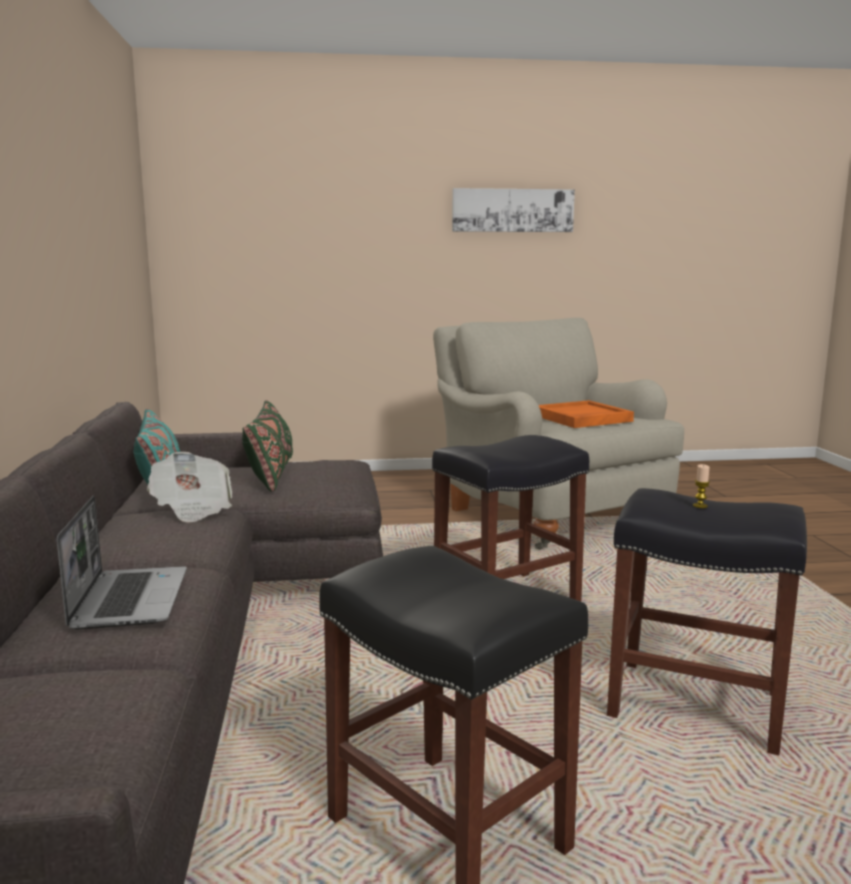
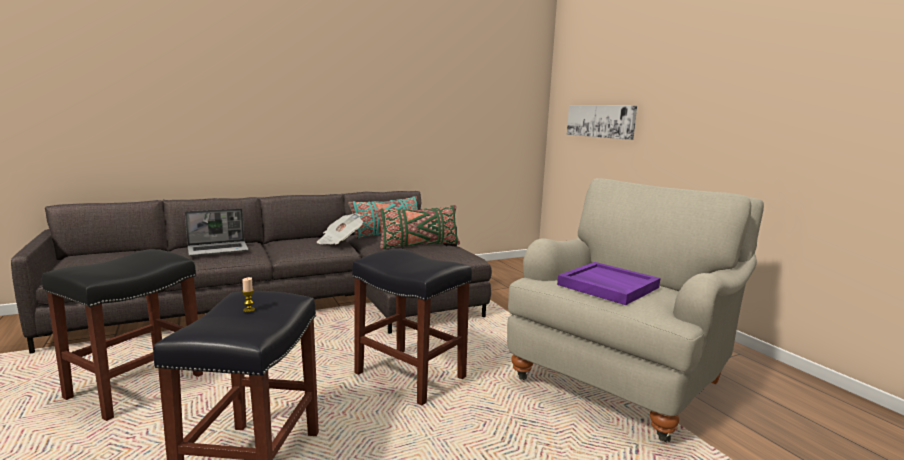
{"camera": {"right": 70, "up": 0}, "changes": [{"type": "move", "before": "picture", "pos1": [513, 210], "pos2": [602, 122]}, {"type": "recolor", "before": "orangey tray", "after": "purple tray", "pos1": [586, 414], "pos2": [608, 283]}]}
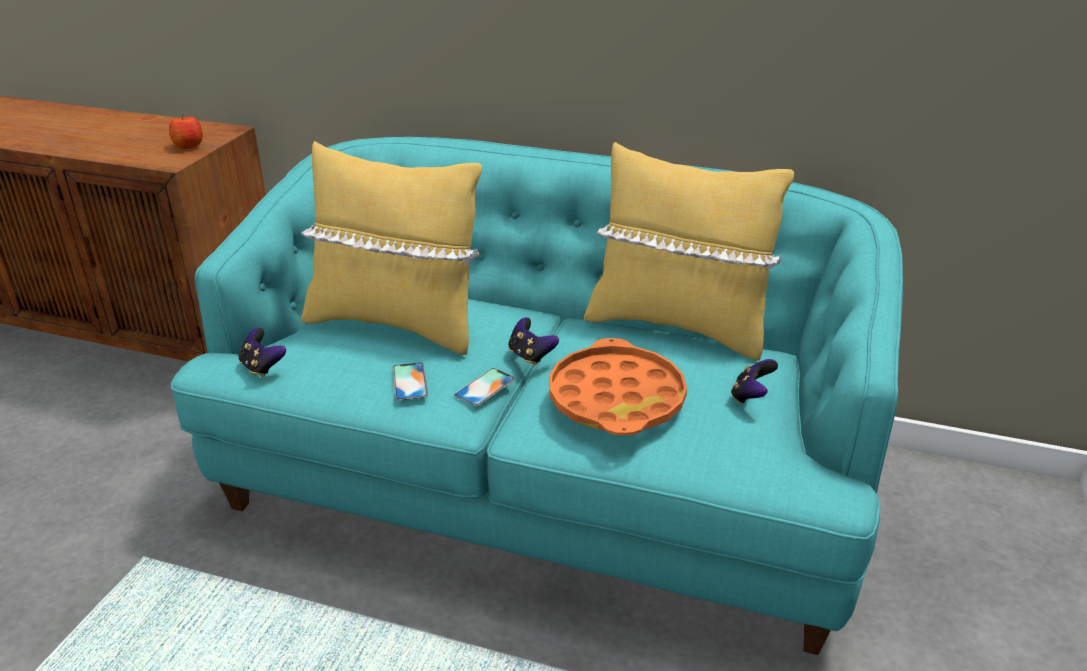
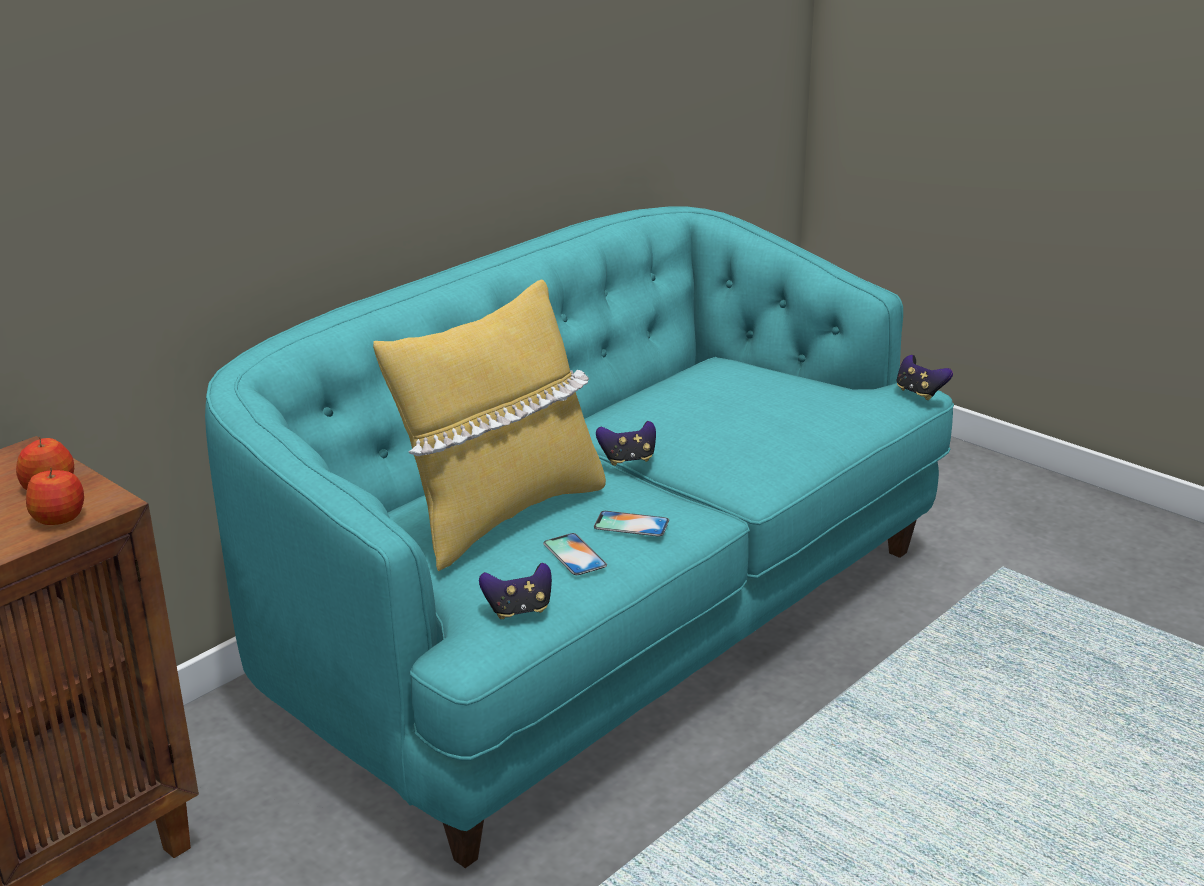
{"camera": {"right": -65, "up": -5}, "changes": [{"type": "move", "before": "telephone", "pos1": [485, 387], "pos2": [575, 554]}, {"type": "delete", "before": "orangey tray", "pos1": [618, 386]}, {"type": "delete", "before": "yellowish throw pillow", "pos1": [689, 251]}, {"type": "move", "before": "gamepad", "pos1": [754, 381], "pos2": [924, 377]}, {"type": "insert", "after": "apple", "pos2": [55, 496]}]}
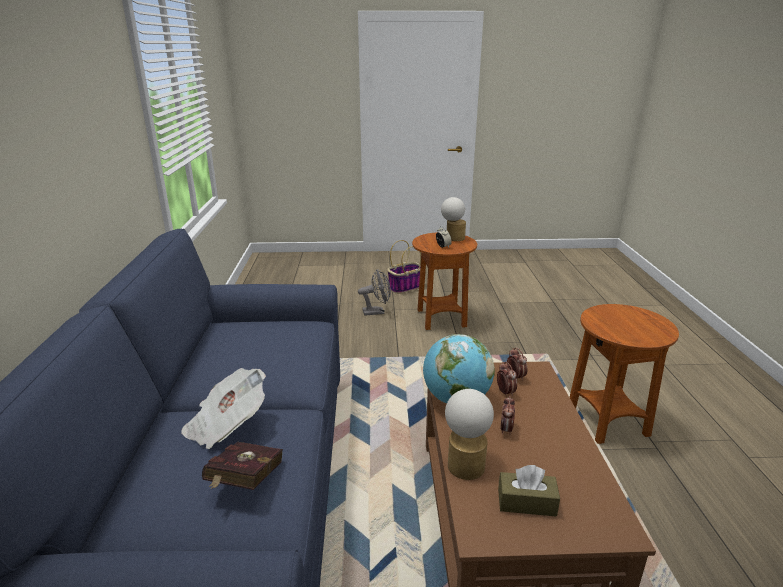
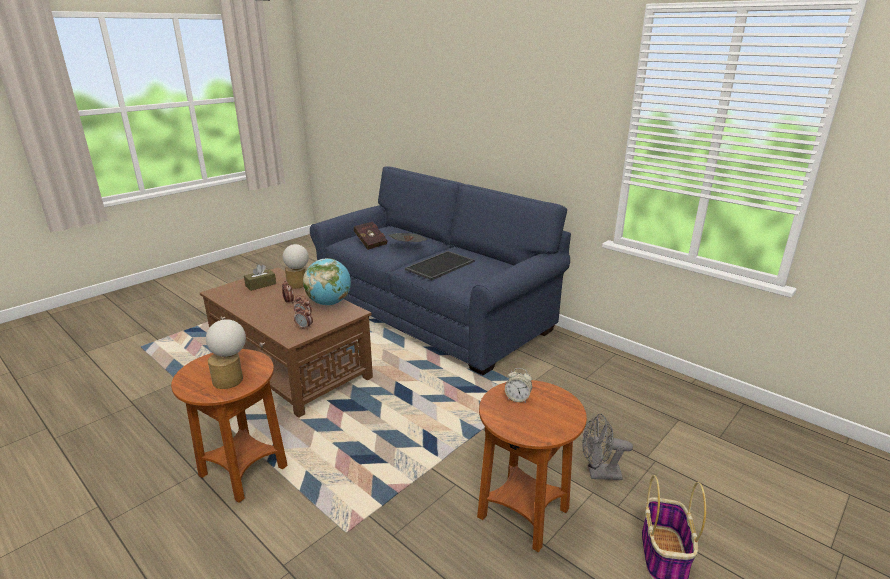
{"camera": {"right": 135, "up": 0}, "changes": [{"type": "rotate", "before": "grey cooling fan", "pos1": [374, 292], "pos2": [607, 447], "turn": 60}, {"type": "move", "before": "lamp for a table", "pos1": [453, 219], "pos2": [226, 354]}, {"type": "insert", "after": "tray", "pos2": [440, 265]}]}
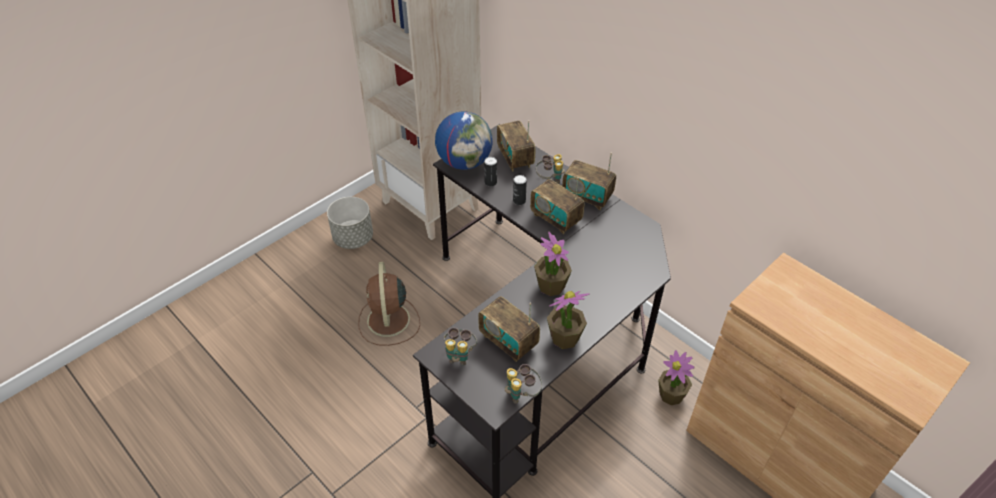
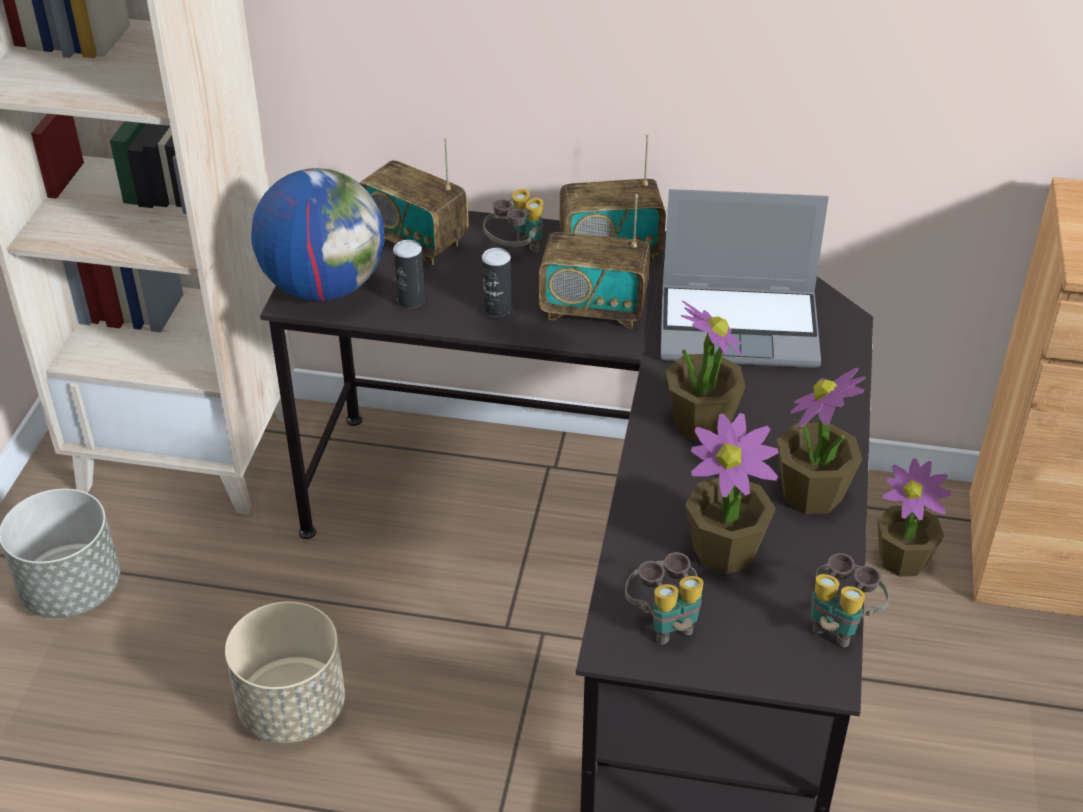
{"camera": {"right": -35, "up": -5}, "changes": [{"type": "replace", "before": "brown cooling fan", "after": "sand-coloured planter", "pos1": [389, 304], "pos2": [285, 672]}, {"type": "replace", "before": "radio receiver", "after": "houseplant", "pos1": [509, 329], "pos2": [731, 493]}, {"type": "insert", "after": "laptop", "pos2": [744, 278]}]}
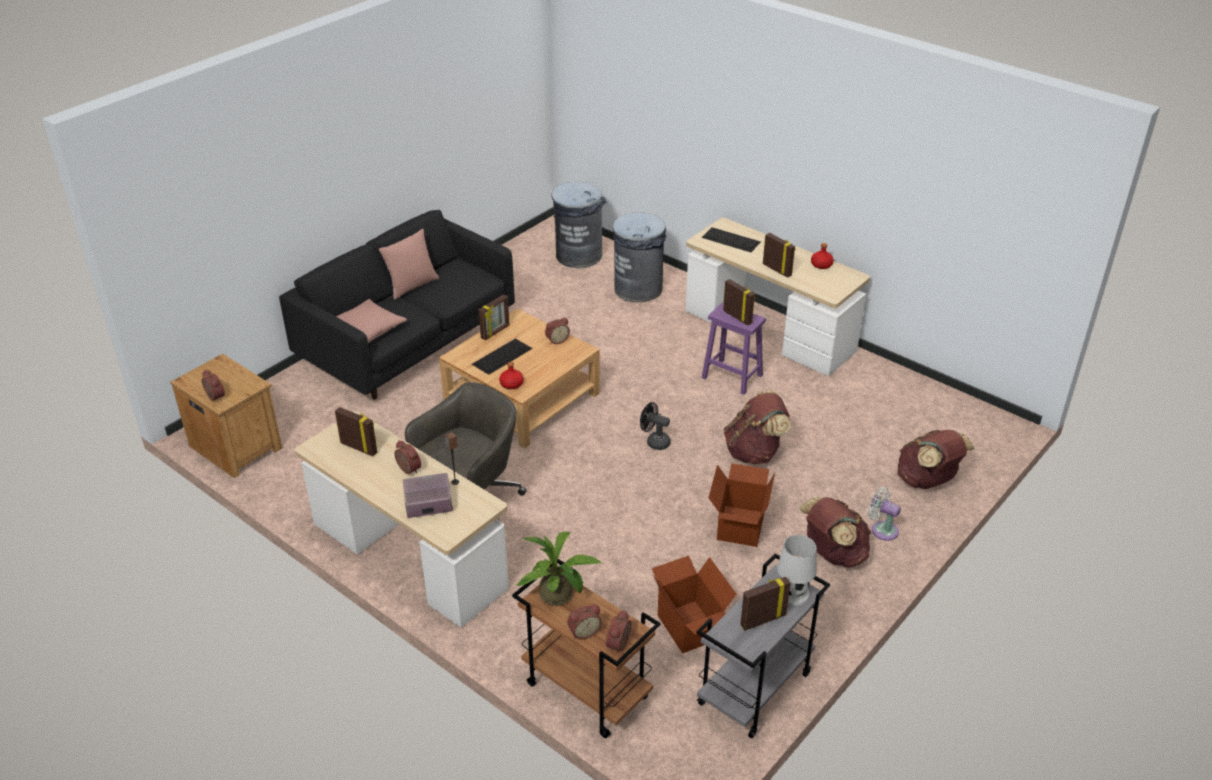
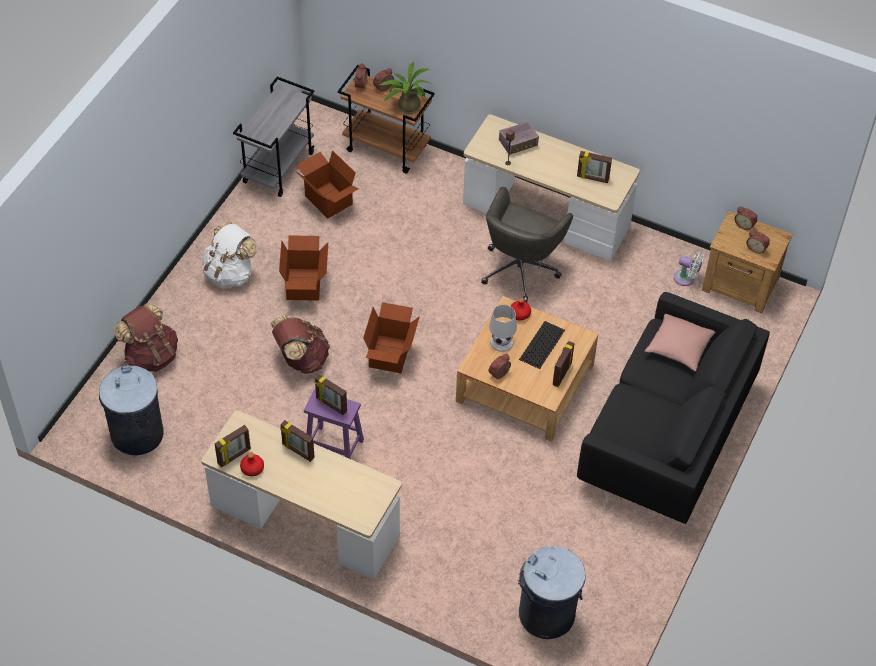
{"camera": {"right": 165, "up": 15}, "changes": [{"type": "delete", "before": "pink throw pillow", "pos1": [409, 264]}, {"type": "move", "before": "table clock", "pos1": [408, 457], "pos2": [758, 242]}, {"type": "move", "before": "grey waste bin", "pos1": [639, 257], "pos2": [131, 410]}, {"type": "replace", "before": "black cooling fan", "after": "packing box", "pos1": [655, 426], "pos2": [391, 337]}, {"type": "delete", "before": "keyboard", "pos1": [731, 239]}, {"type": "move", "before": "photo frame", "pos1": [765, 604], "pos2": [232, 446]}, {"type": "move", "before": "white lamp for a table", "pos1": [797, 570], "pos2": [503, 328]}, {"type": "recolor", "before": "brown backpack", "after": "white backpack", "pos1": [835, 532], "pos2": [230, 254]}, {"type": "move", "before": "white cooling fan", "pos1": [884, 514], "pos2": [689, 269]}]}
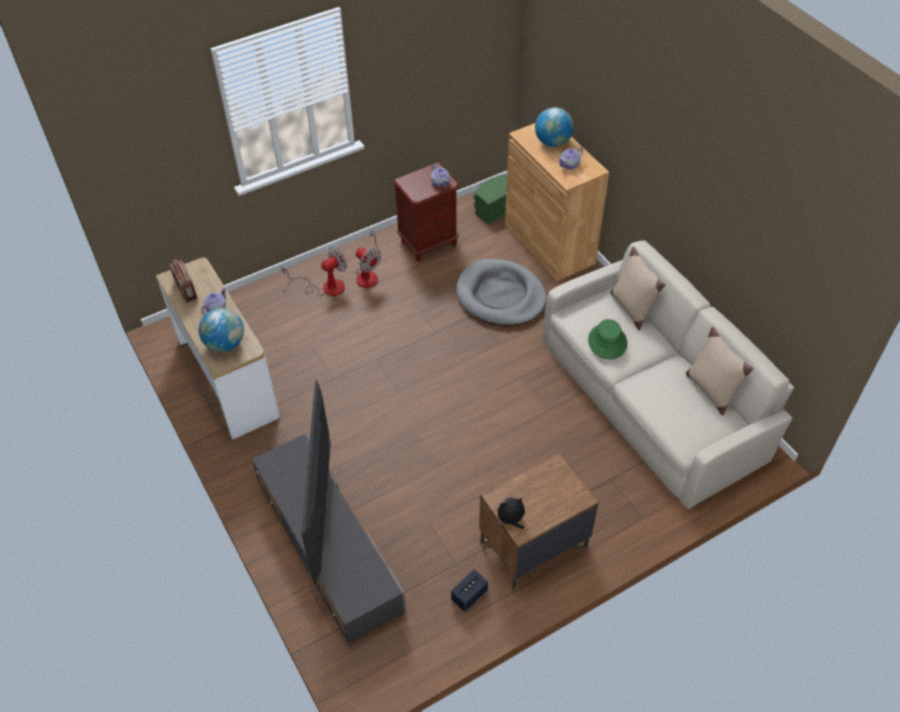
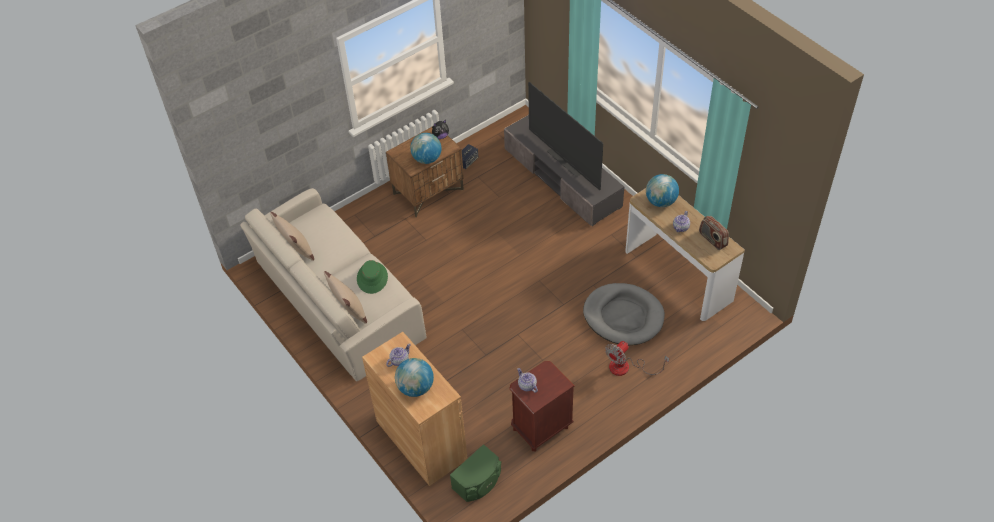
{"camera": {"right": 175, "up": 0}, "changes": [{"type": "rotate", "before": "TV", "pos1": [317, 482], "pos2": [565, 136], "turn": 150}, {"type": "delete", "before": "cooling fan", "pos1": [368, 258]}, {"type": "move", "before": "grey dog bed", "pos1": [501, 292], "pos2": [624, 314]}, {"type": "insert", "after": "world globe", "pos2": [425, 148]}]}
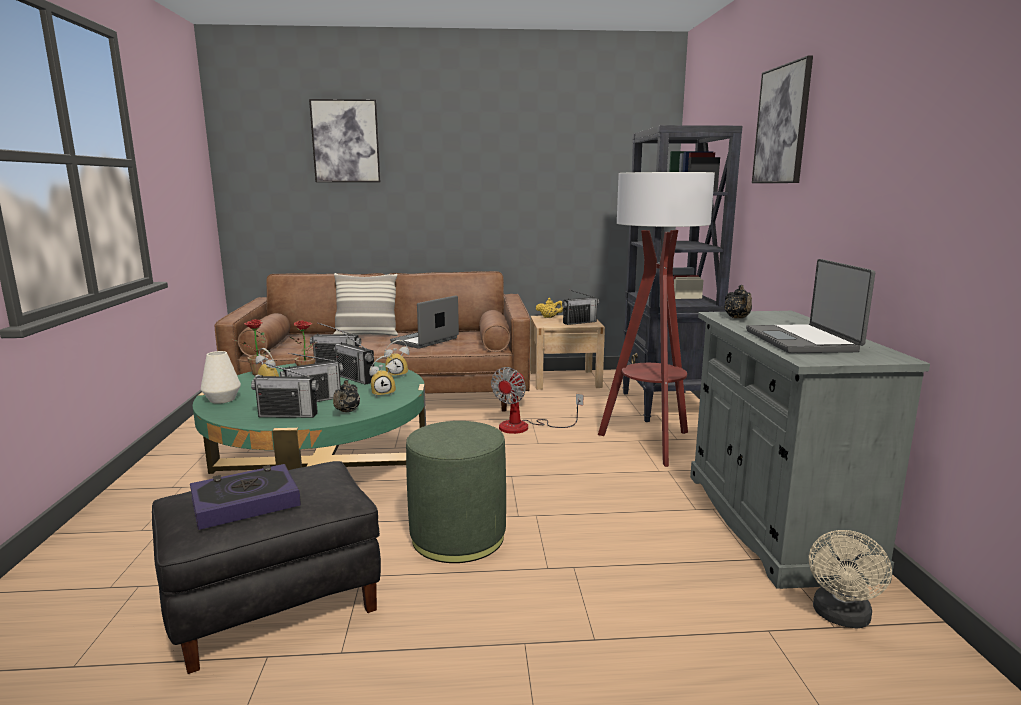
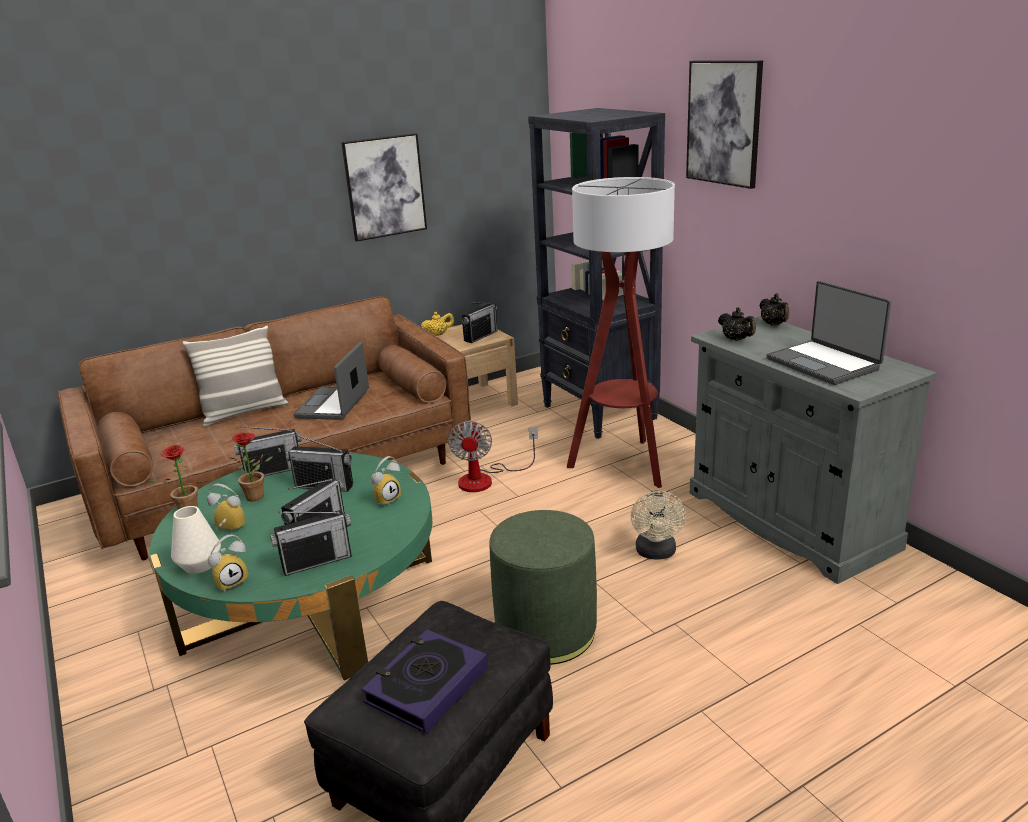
{"camera": {"right": -25, "up": 10}, "changes": [{"type": "move", "before": "picture", "pos1": [345, 140], "pos2": [384, 187]}, {"type": "move", "before": "black tea pot", "pos1": [346, 396], "pos2": [774, 309]}, {"type": "move", "before": "table clock", "pos1": [396, 358], "pos2": [228, 563]}, {"type": "move", "before": "sand-coloured cooling fan", "pos1": [850, 579], "pos2": [658, 525]}]}
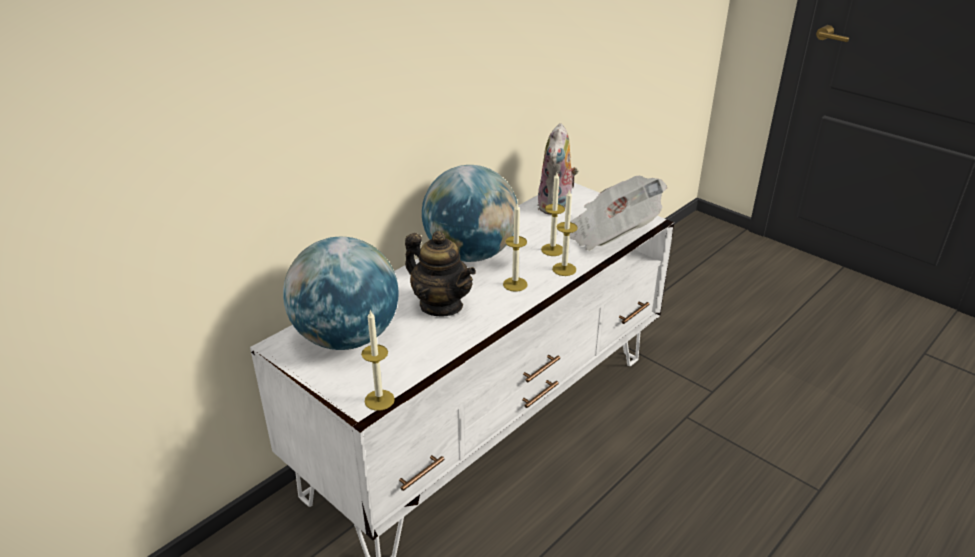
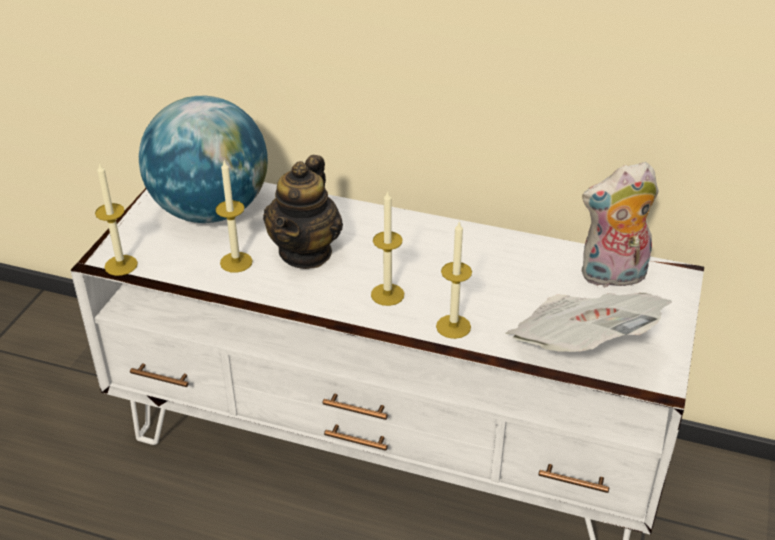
{"camera": {"right": 65, "up": 5}, "changes": [{"type": "delete", "before": "world globe", "pos1": [470, 213]}, {"type": "move", "before": "candle", "pos1": [553, 214], "pos2": [234, 216]}]}
